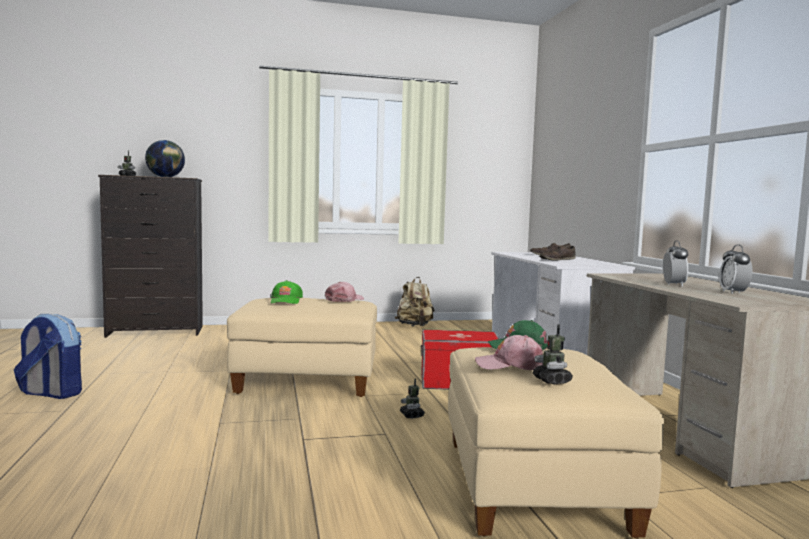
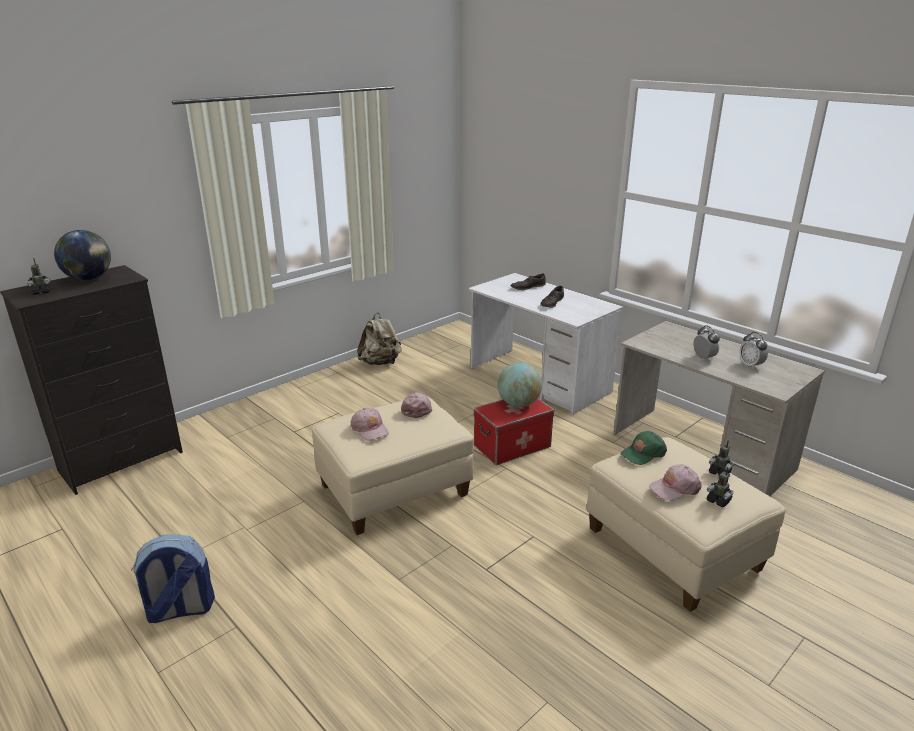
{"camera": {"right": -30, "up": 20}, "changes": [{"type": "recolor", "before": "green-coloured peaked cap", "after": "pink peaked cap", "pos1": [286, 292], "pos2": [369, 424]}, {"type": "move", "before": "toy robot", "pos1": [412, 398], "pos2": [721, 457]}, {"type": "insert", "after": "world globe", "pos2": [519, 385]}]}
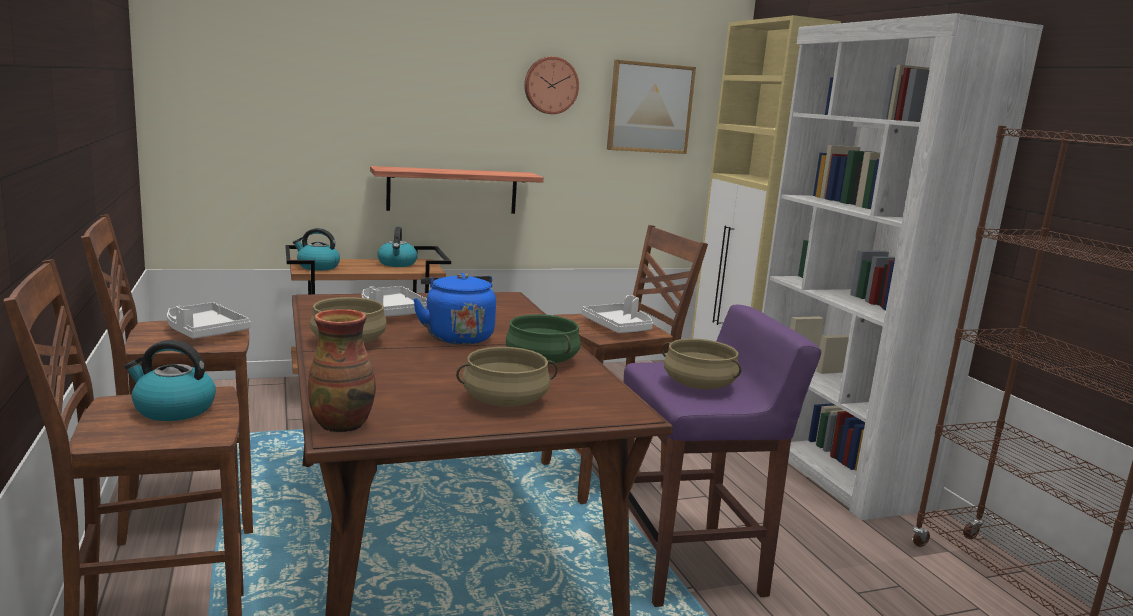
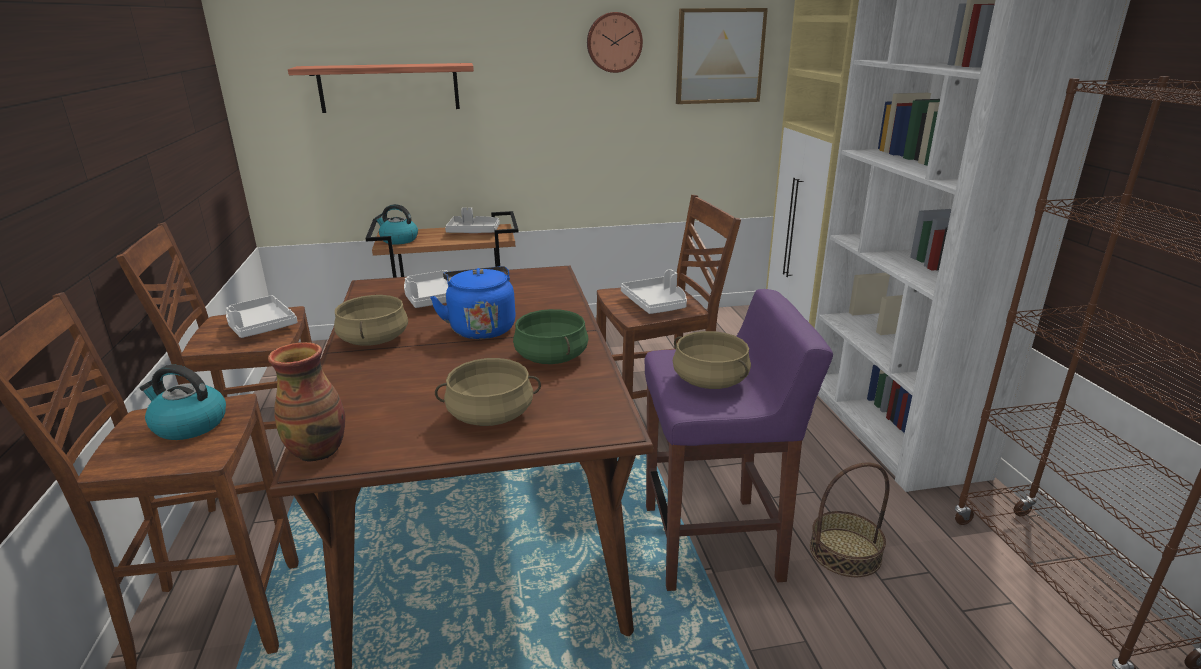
{"camera": {"right": 10, "up": 10}, "changes": [{"type": "move", "before": "bracket shelf", "pos1": [457, 190], "pos2": [381, 88]}, {"type": "replace", "before": "tea kettle", "after": "grey tray", "pos1": [397, 247], "pos2": [472, 220]}, {"type": "insert", "after": "household basket", "pos2": [850, 519]}]}
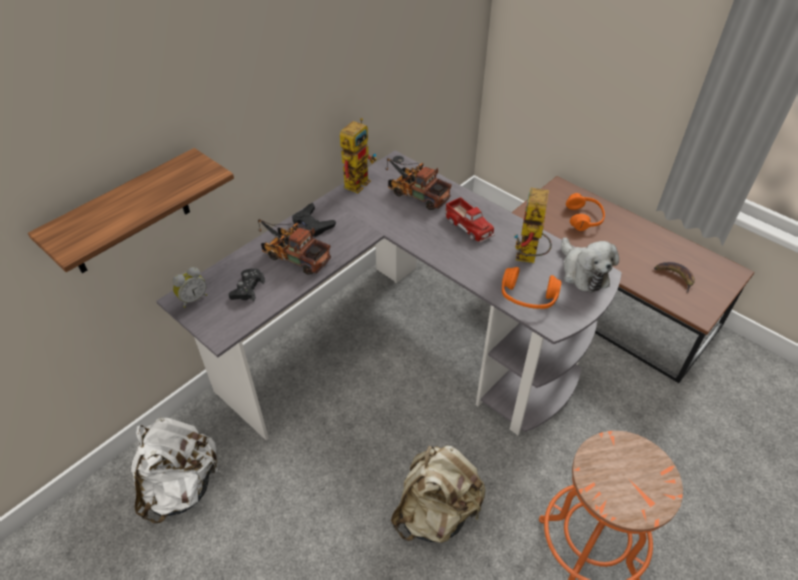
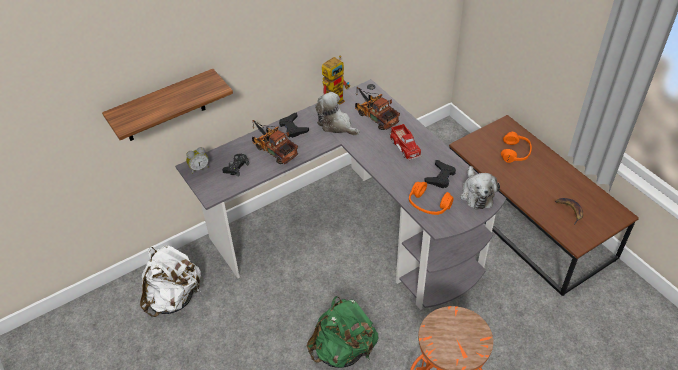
{"camera": {"right": 15, "up": 0}, "changes": [{"type": "recolor", "before": "sand-coloured backpack", "after": "green-coloured backpack", "pos1": [438, 494], "pos2": [342, 332]}, {"type": "replace", "before": "toy robot", "after": "black gamepad", "pos1": [533, 225], "pos2": [440, 174]}, {"type": "insert", "after": "cuddly toy", "pos2": [337, 114]}]}
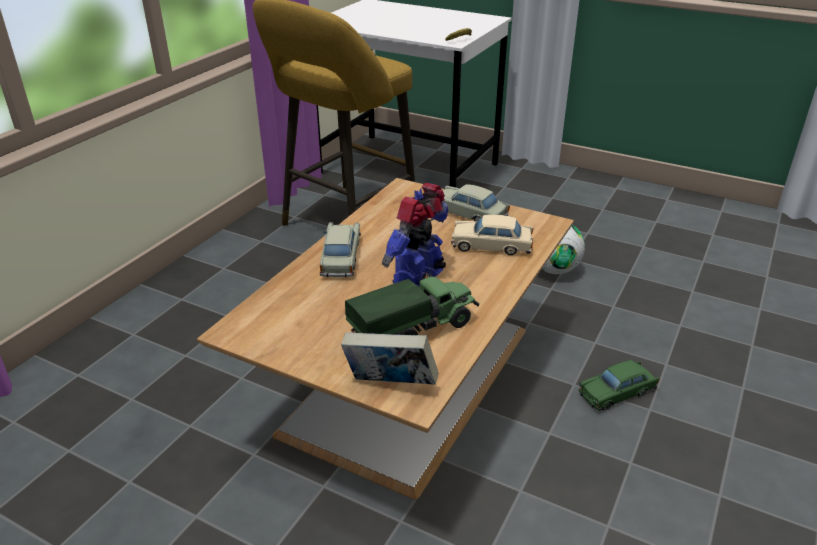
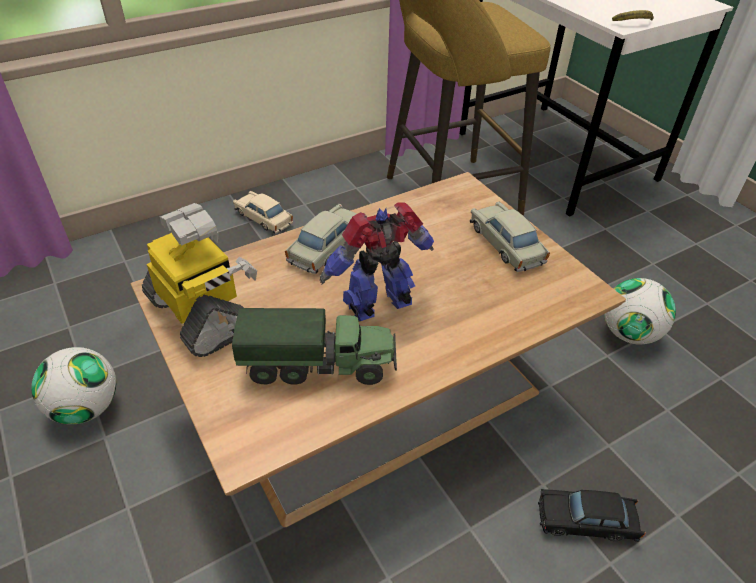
{"camera": {"right": 30, "up": 10}, "changes": [{"type": "delete", "before": "volume", "pos1": [389, 358]}, {"type": "move", "before": "sand-coloured model car", "pos1": [492, 235], "pos2": [263, 212]}, {"type": "recolor", "before": "green-coloured model car", "after": "black model car", "pos1": [619, 385], "pos2": [592, 515]}, {"type": "insert", "after": "football ball", "pos2": [74, 385]}, {"type": "insert", "after": "toy robot", "pos2": [199, 280]}]}
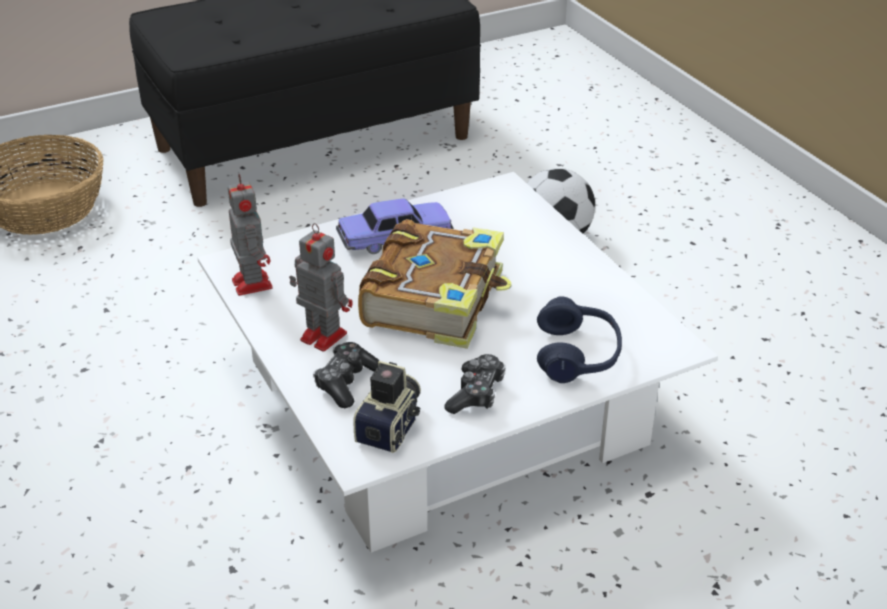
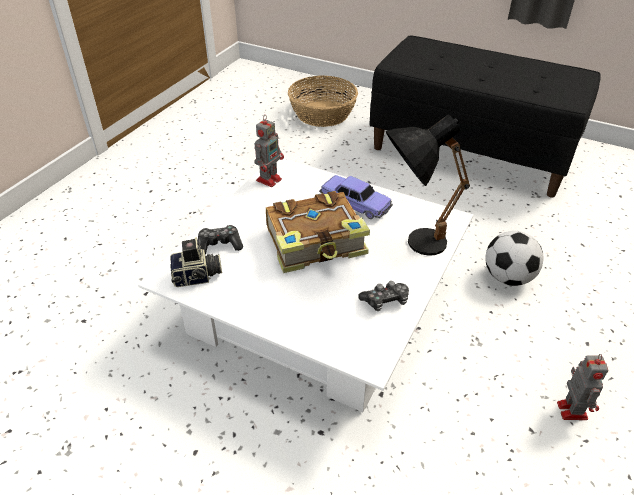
{"camera": {"right": 55, "up": 5}, "changes": [{"type": "move", "before": "toy robot", "pos1": [321, 287], "pos2": [582, 387]}, {"type": "move", "before": "gamepad", "pos1": [474, 384], "pos2": [383, 296]}, {"type": "delete", "before": "blue-coloured headset", "pos1": [579, 339]}, {"type": "insert", "after": "black lamp for a table", "pos2": [428, 185]}]}
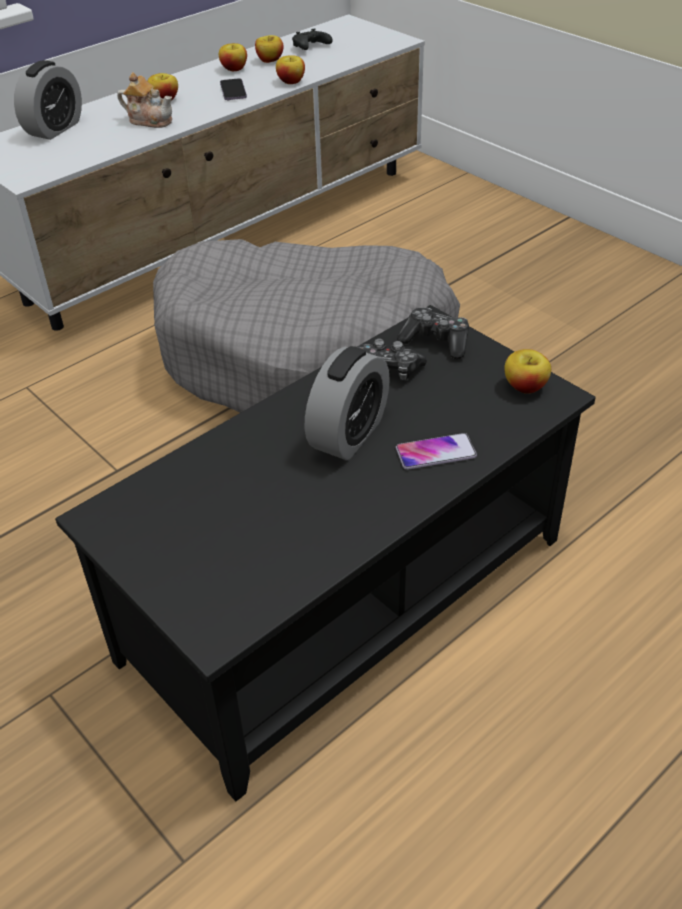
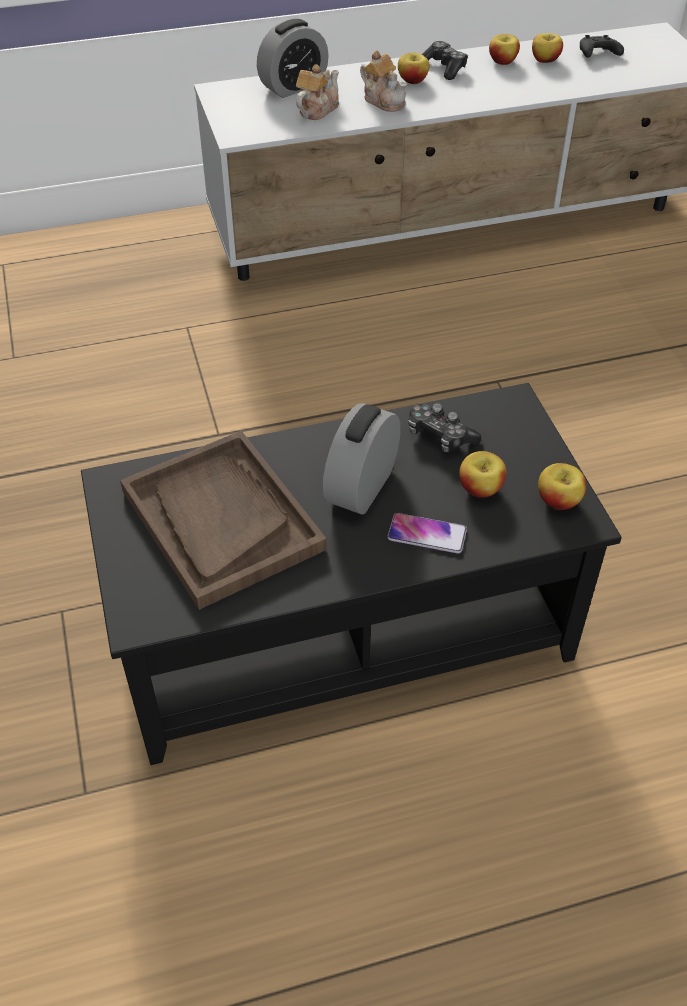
{"camera": {"right": 25, "up": 5}, "changes": [{"type": "delete", "before": "grey dog bed", "pos1": [306, 326]}, {"type": "delete", "before": "telephone", "pos1": [233, 89]}, {"type": "move", "before": "apple", "pos1": [290, 69], "pos2": [482, 474]}, {"type": "rotate", "before": "table clock", "pos1": [347, 403], "pos2": [362, 459], "turn": 150}, {"type": "move", "before": "gamepad", "pos1": [433, 333], "pos2": [445, 60]}, {"type": "insert", "after": "brown tray", "pos2": [223, 520]}, {"type": "insert", "after": "tea pot", "pos2": [317, 92]}]}
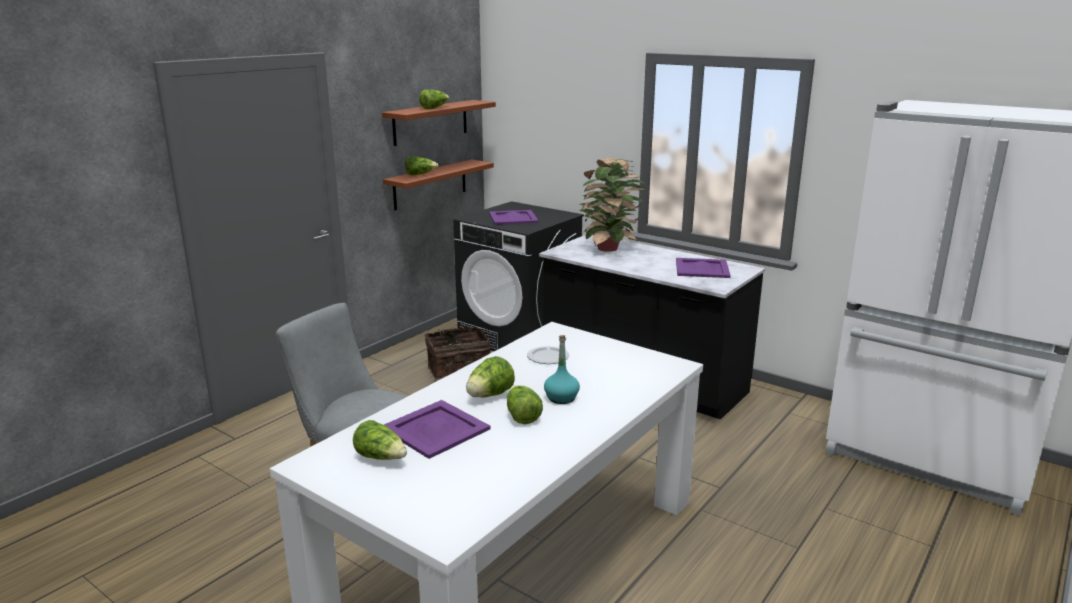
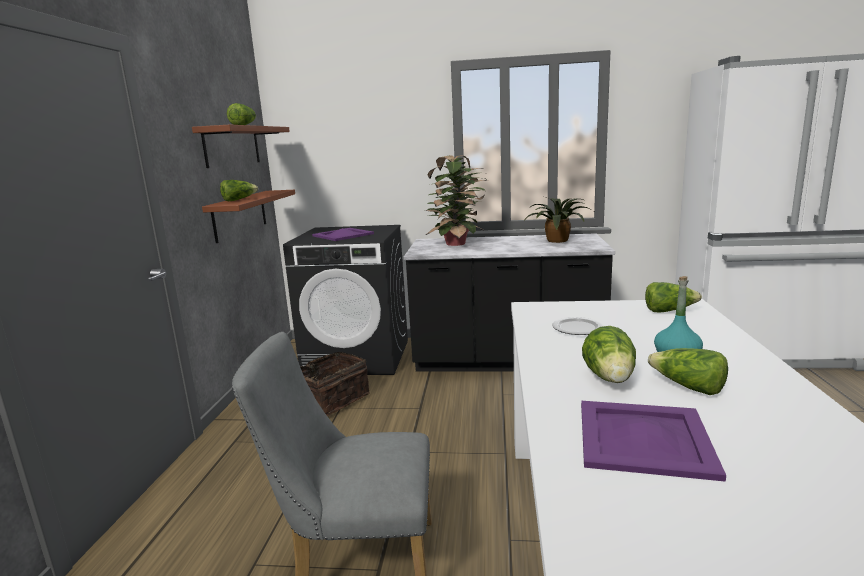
{"camera": {"right": -30, "up": -5}, "changes": [{"type": "move", "before": "head of lettuce", "pos1": [380, 440], "pos2": [673, 297]}, {"type": "replace", "before": "purple tray", "after": "houseplant", "pos1": [703, 268], "pos2": [558, 220]}]}
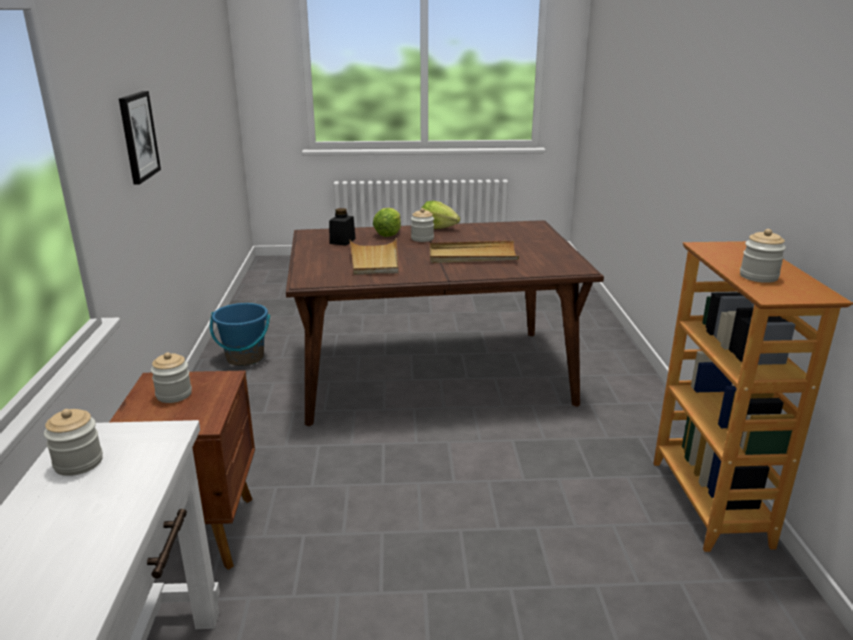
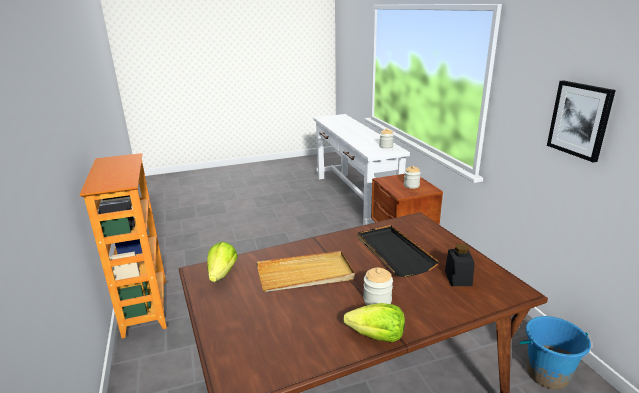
{"camera": {"right": 165, "up": 0}, "changes": [{"type": "recolor", "before": "sand-coloured tray", "after": "black tray", "pos1": [374, 256], "pos2": [398, 251]}, {"type": "move", "before": "head of lettuce", "pos1": [387, 222], "pos2": [222, 261]}, {"type": "delete", "before": "storage jar", "pos1": [763, 256]}]}
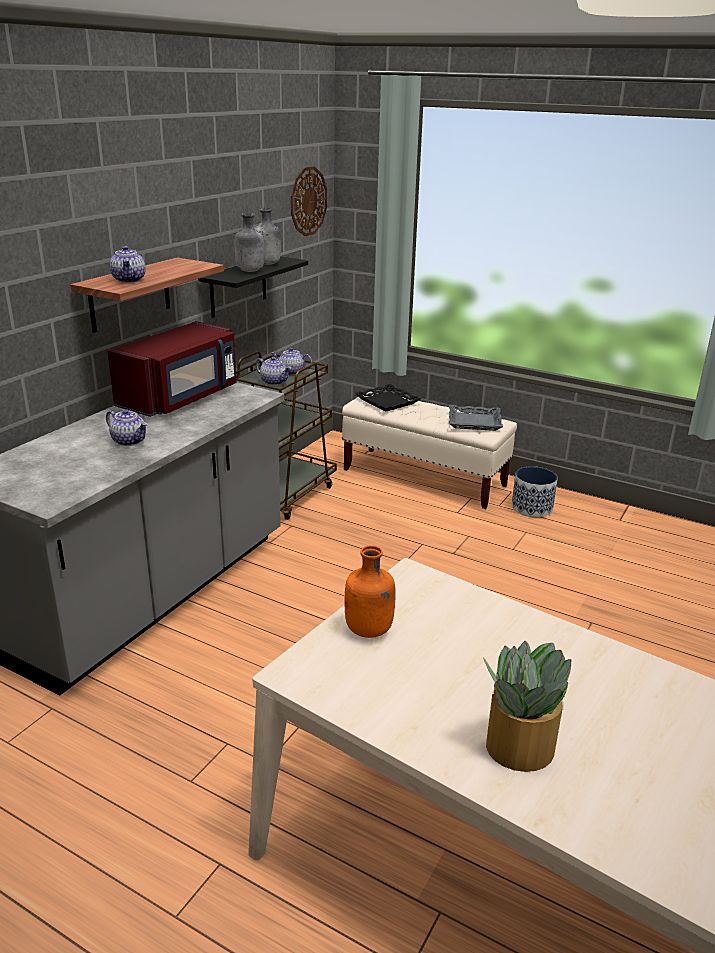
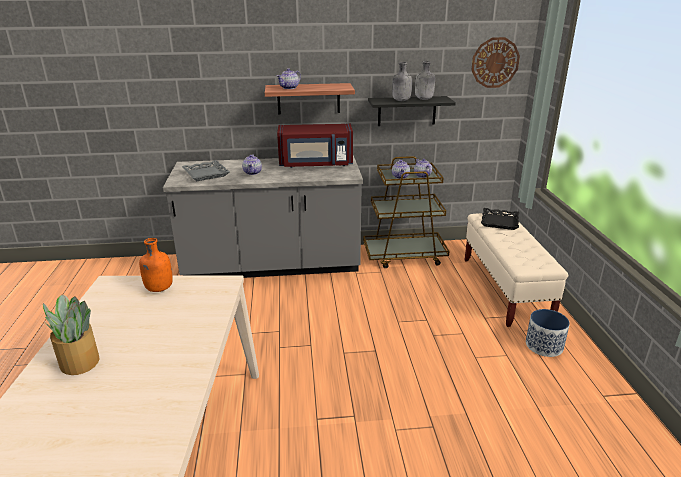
{"camera": {"right": 55, "up": 0}, "changes": [{"type": "move", "before": "grey tray", "pos1": [476, 418], "pos2": [206, 170]}]}
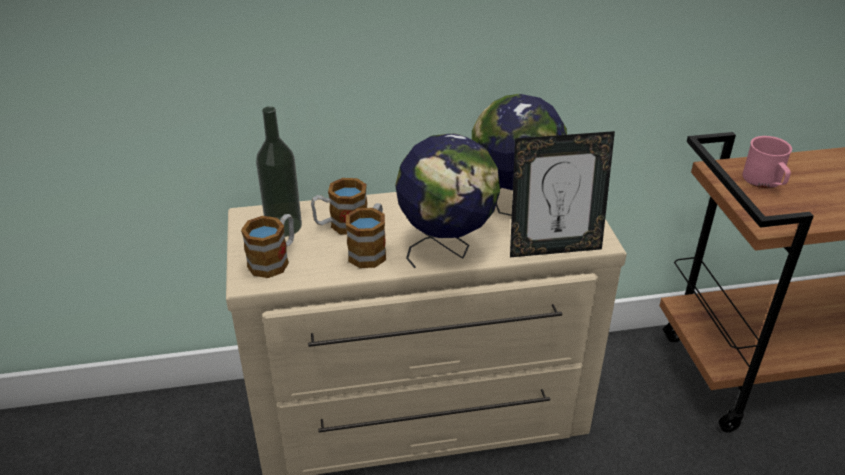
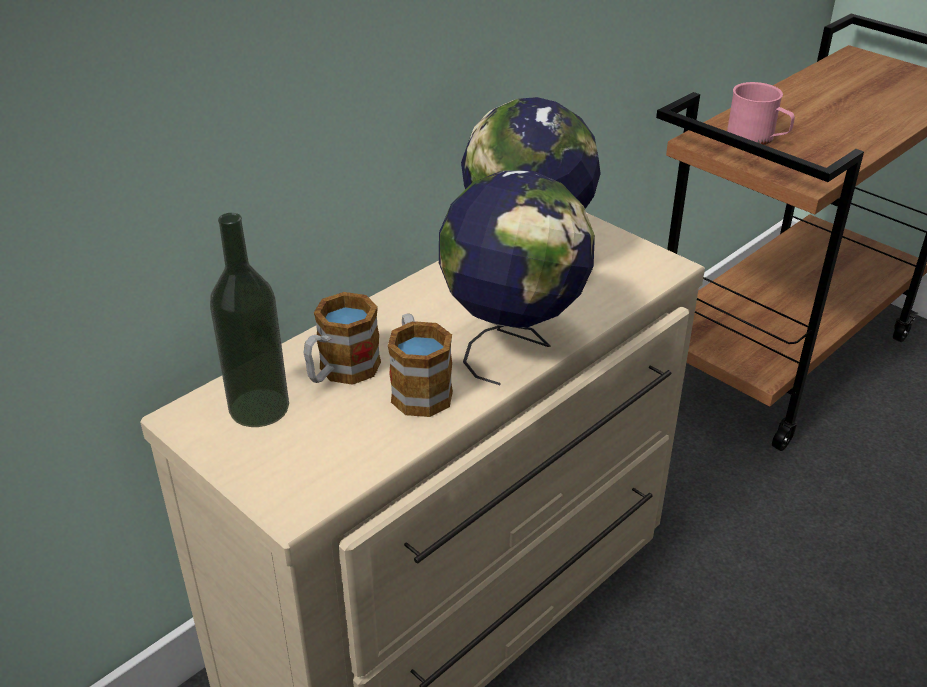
{"camera": {"right": -35, "up": 0}, "changes": [{"type": "delete", "before": "coffee mug", "pos1": [267, 246]}, {"type": "delete", "before": "photo frame", "pos1": [562, 194]}]}
